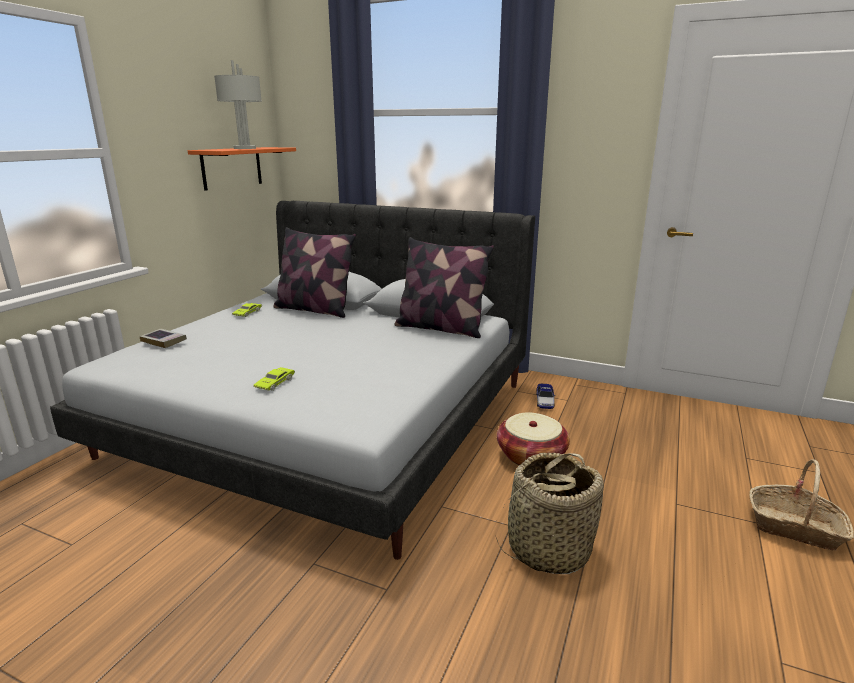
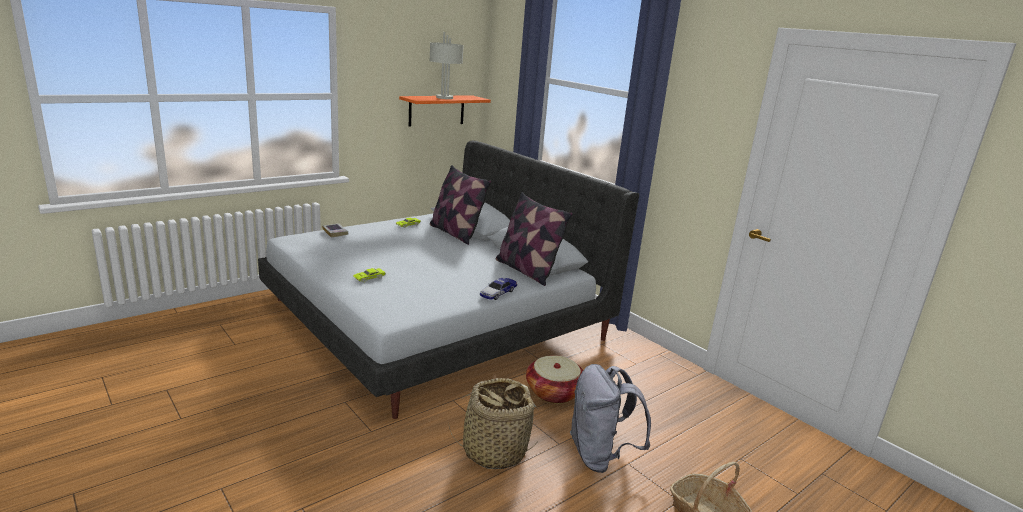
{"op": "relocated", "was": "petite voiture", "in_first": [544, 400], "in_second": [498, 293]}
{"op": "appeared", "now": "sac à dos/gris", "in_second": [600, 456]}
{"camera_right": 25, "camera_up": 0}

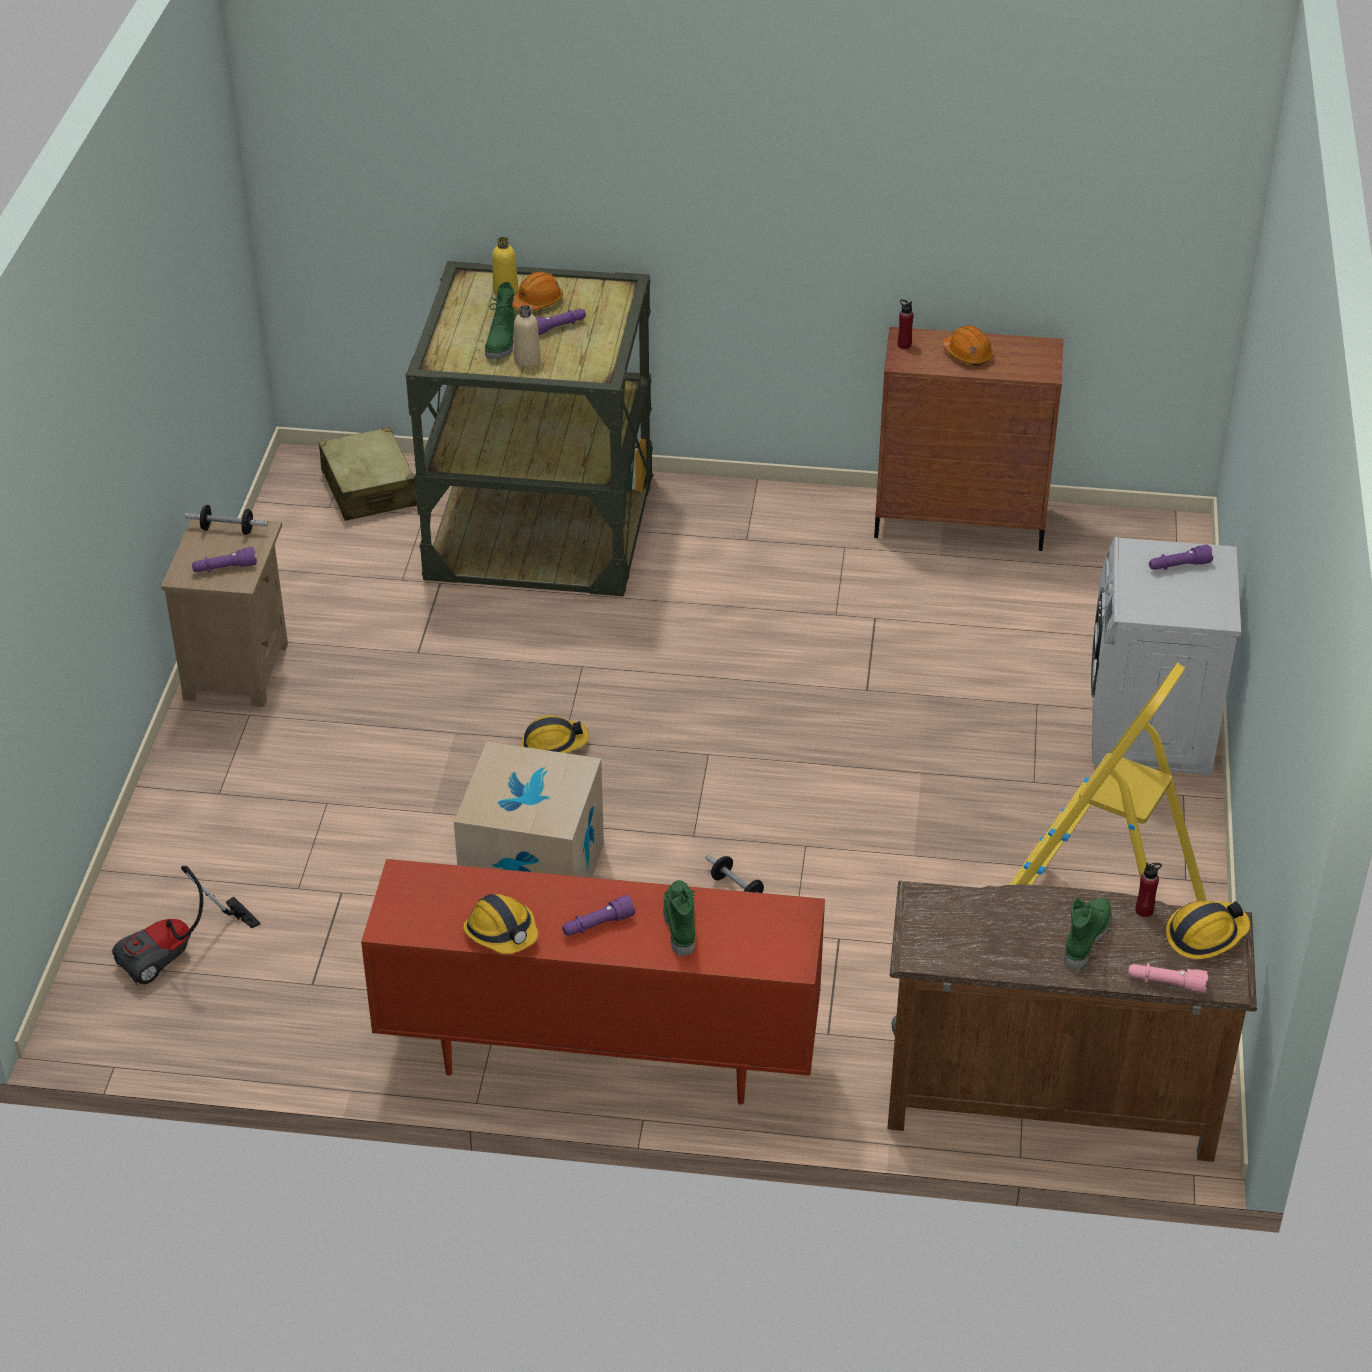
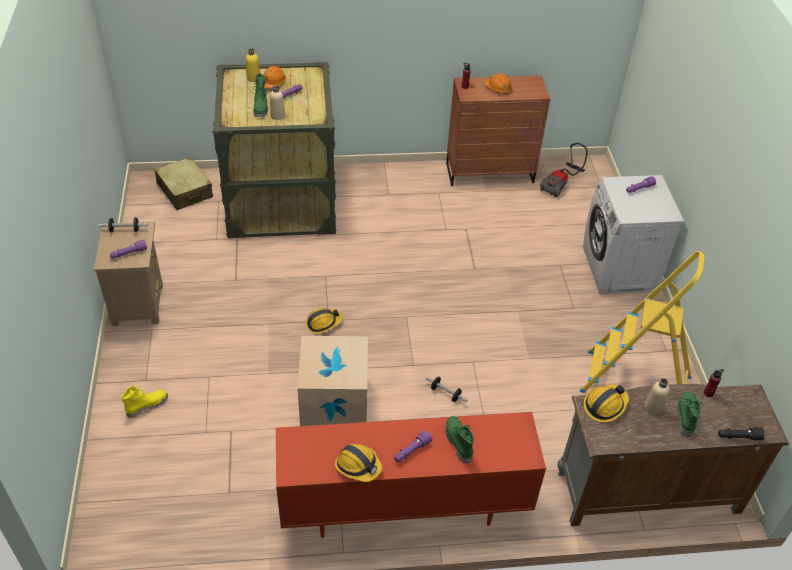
{"op": "relocated", "was": "aspirateur", "in_first": [178, 953], "in_second": [561, 184]}
{"op": "colour", "was": "lampe de poche/rose", "now": "lampe de poche/noir", "in_first": [1166, 983], "in_second": [738, 437]}
{"op": "relocated", "was": "casque de chantier", "in_first": [1205, 935], "in_second": [605, 405]}
{"op": "appeared", "now": "botte/jaune", "in_second": [147, 405]}
{"op": "appeared", "now": "bouteille/beige", "in_second": [653, 407]}
{"camera_right": -15, "camera_up": 5}

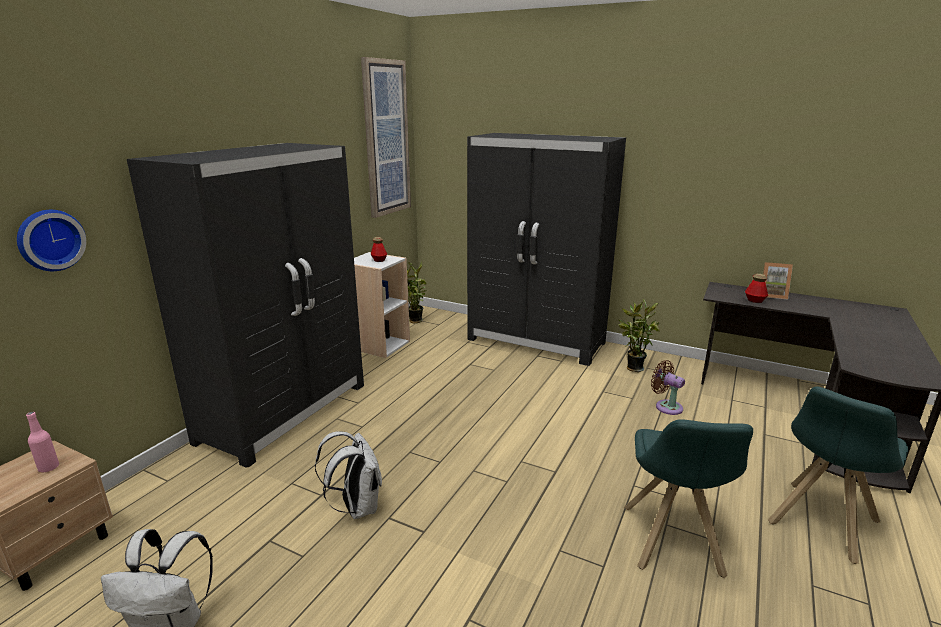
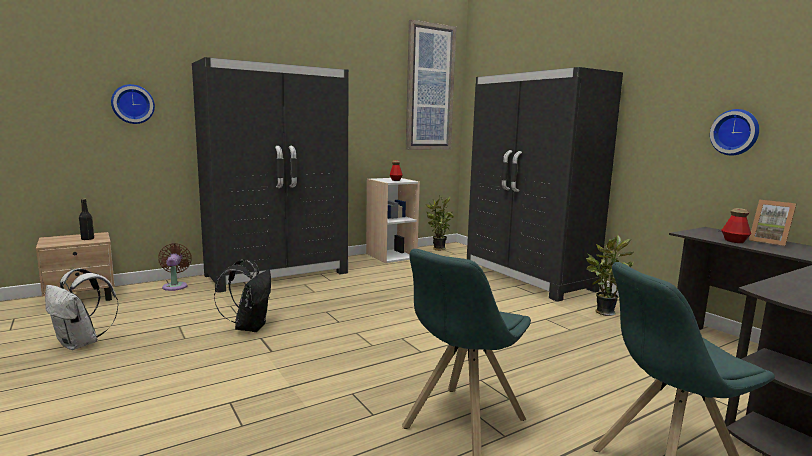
{"op": "colour", "was": "bouteille/rose", "now": "bouteille/noir", "in_first": [49, 467], "in_second": [87, 239]}
{"op": "colour", "was": "sac à dos/blanc", "now": "sac à dos/noir", "in_first": [356, 507], "in_second": [249, 327]}
{"op": "relocated", "was": "ventilateur/marron", "in_first": [666, 406], "in_second": [175, 286]}
{"op": "appeared", "now": "horloge murale", "in_second": [735, 132]}
{"camera_right": 30, "camera_up": -10}

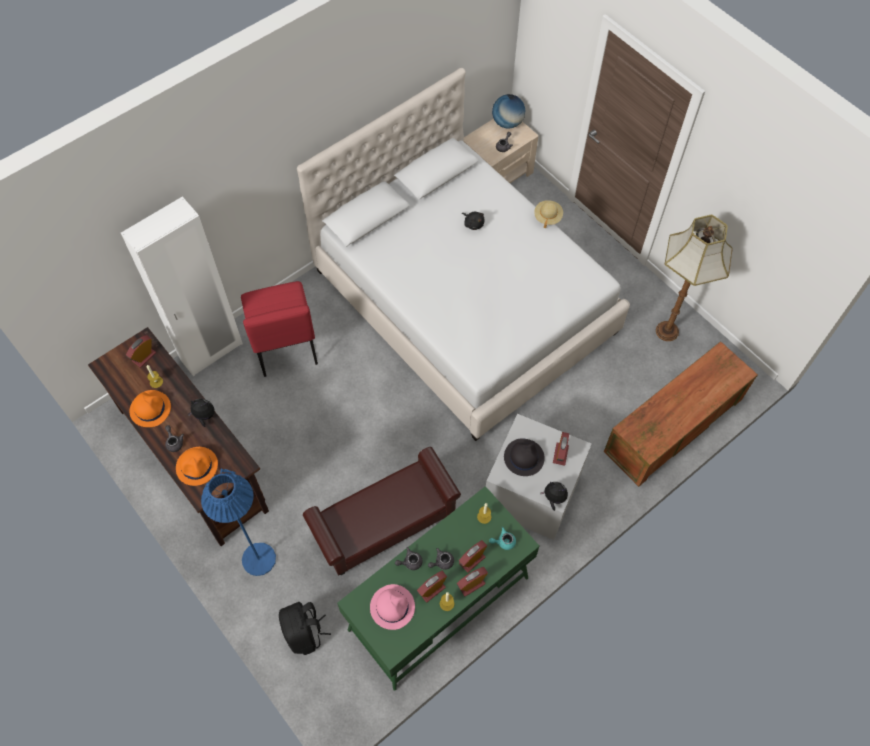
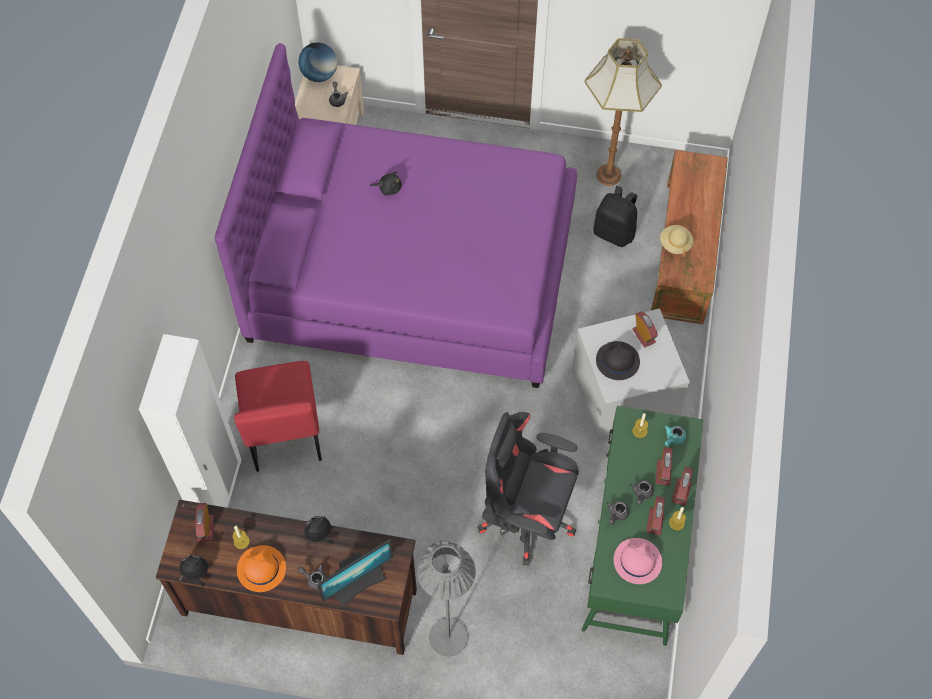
{"op": "exchanged", "was": "chapeau/orange", "now": "écran d'ordinateur", "in_first": [197, 466], "in_second": [358, 582]}
{"op": "colour", "was": "lampadaire/bleu", "now": "lampadaire/gris", "in_first": [259, 559], "in_second": [448, 637]}
{"op": "spun", "was": "chaise/rouge", "in_first": [284, 345], "in_second": [283, 433], "clockwise": 45}
{"op": "relocated", "was": "sac à dos/noir", "in_first": [305, 633], "in_second": [614, 232]}
{"op": "colour", "was": "lit/blanc", "now": "lit/violet", "in_first": [464, 300], "in_second": [412, 271]}
{"op": "exchanged", "was": "pouf/marron", "now": "chaise de bureau/noir", "in_first": [384, 523], "in_second": [527, 518]}
{"op": "relocated", "was": "chapeau/beige", "in_first": [547, 217], "in_second": [675, 244]}
{"op": "relocated", "was": "peluche", "in_first": [553, 498], "in_second": [196, 574]}
{"camera_right": -40, "camera_up": 0}

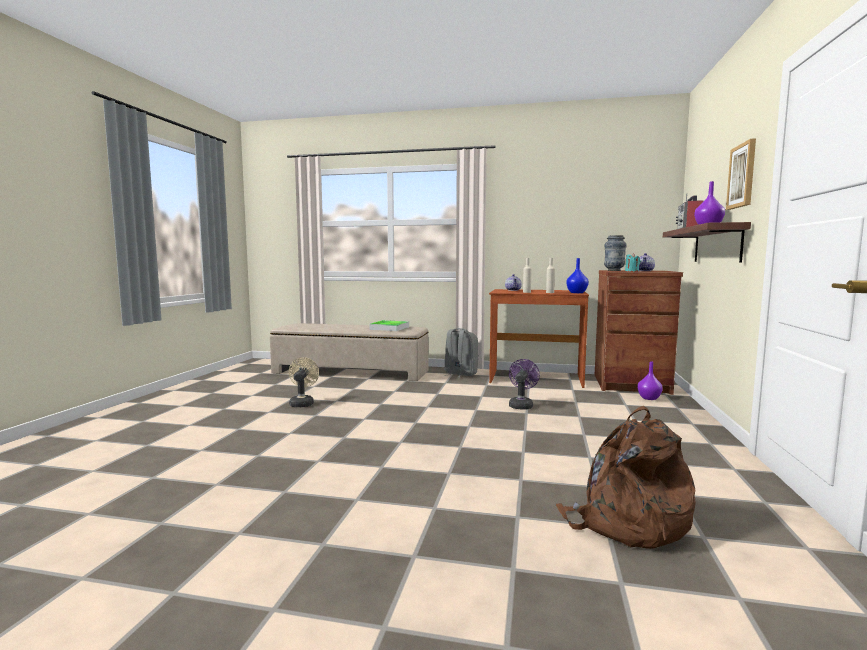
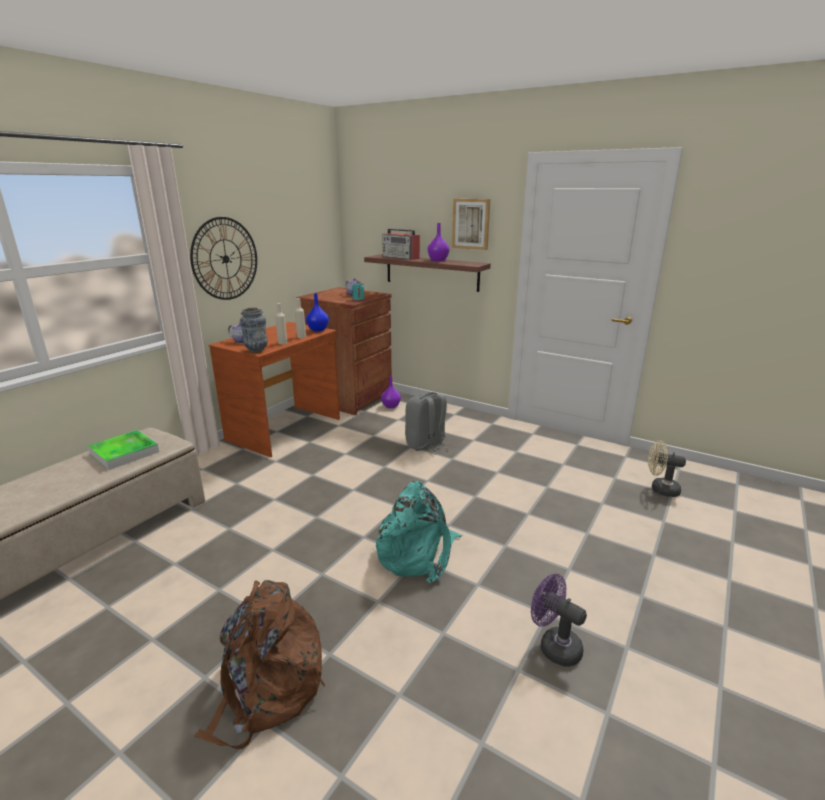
{"op": "relocated", "was": "ventilateur/beige", "in_first": [302, 403], "in_second": [660, 489]}
{"op": "relocated", "was": "sac à dos/gris", "in_first": [460, 374], "in_second": [426, 445]}
{"op": "relocated", "was": "ventilateur/violet", "in_first": [521, 405], "in_second": [554, 645]}
{"op": "relocated", "was": "sac à dos/marron", "in_first": [626, 522], "in_second": [267, 688]}
{"op": "relocated", "was": "vase", "in_first": [614, 270], "in_second": [256, 350]}
{"op": "appeared", "now": "horloge murale", "in_second": [225, 259]}
{"op": "appeared", "now": "sac à dos/turquoise", "in_second": [418, 553]}
{"camera_right": -70, "camera_up": 15}

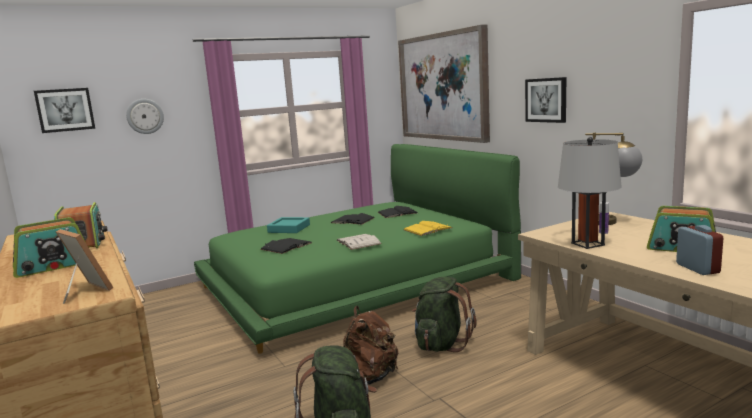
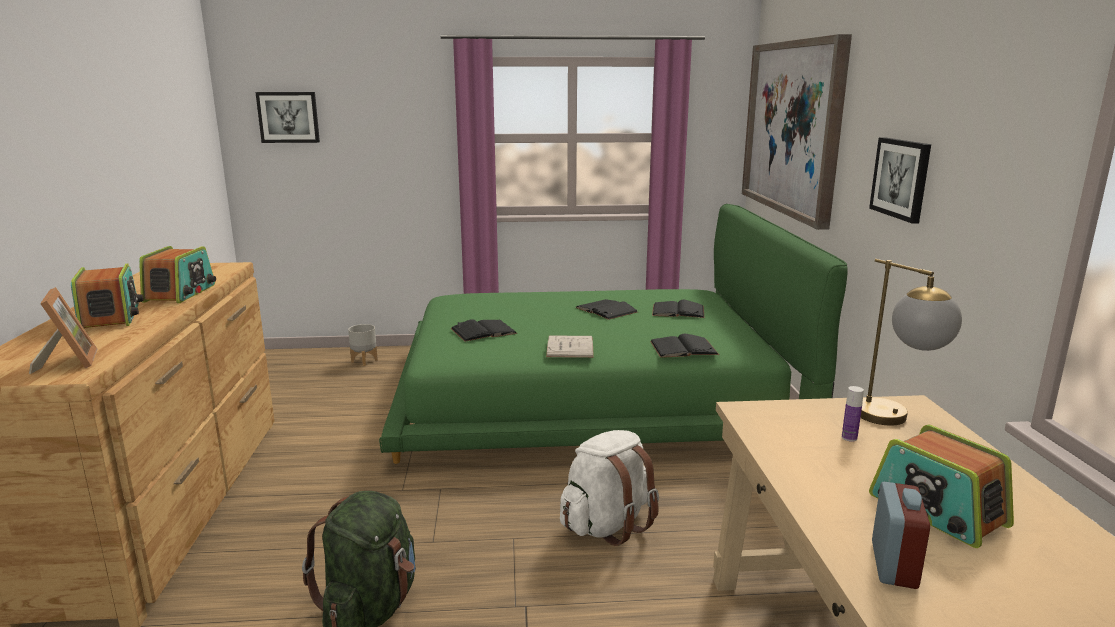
{"op": "spun", "was": "radio", "in_first": [54, 265], "in_second": [111, 317], "clockwise": -105}
{"op": "missing", "was": "horloge murale", "in_first": [145, 116]}
{"op": "missing", "was": "plateau/turquoise", "in_first": [289, 228]}
{"op": "missing", "was": "sac à dos/marron", "in_first": [369, 378]}
{"op": "colour", "was": "livre/jaune", "now": "livre/noir", "in_first": [427, 229], "in_second": [683, 348]}
{"op": "colour", "was": "sac à dos/vert", "now": "sac à dos/blanc", "in_first": [441, 344], "in_second": [607, 525]}
{"op": "missing", "was": "lampe de table/gris", "in_first": [587, 244]}
{"op": "appeared", "now": "cache-pot/gris", "in_second": [364, 361]}
{"camera_right": 25, "camera_up": 5}

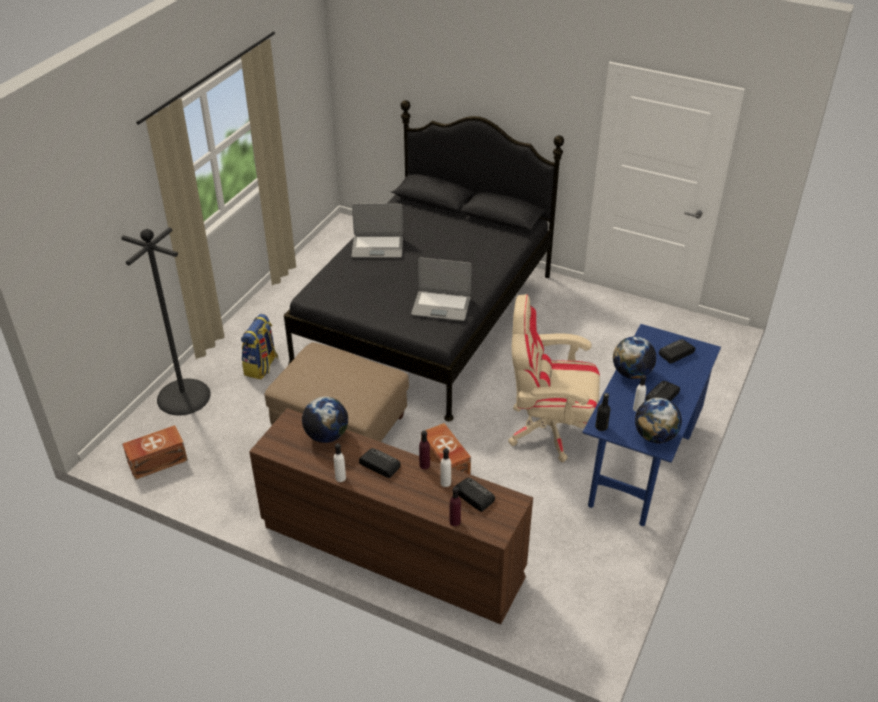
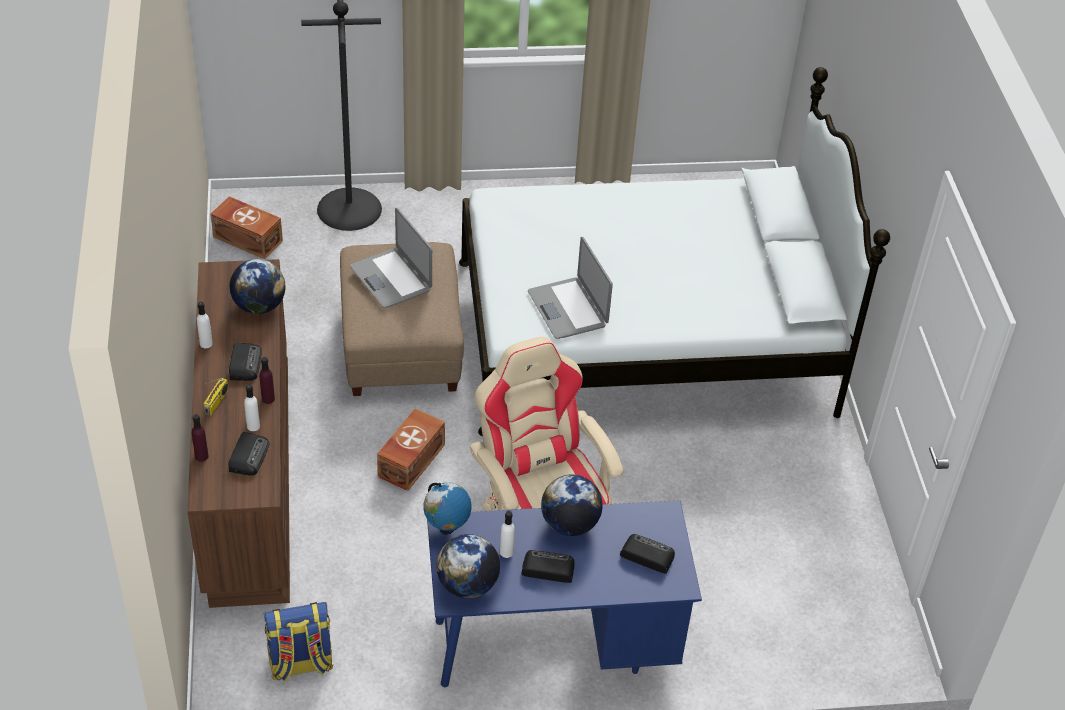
{"op": "relocated", "was": "sac à dos", "in_first": [261, 367], "in_second": [300, 664]}
{"op": "colour", "was": "lit/noir", "now": "lit/blanc", "in_first": [427, 318], "in_second": [644, 337]}
{"op": "relocated", "was": "ordinateur portable", "in_first": [377, 247], "in_second": [391, 278]}
{"op": "exchanged", "was": "bouteille/noir", "now": "globe", "in_first": [601, 427], "in_second": [446, 528]}
{"op": "appeared", "now": "radio", "in_second": [216, 402]}
{"camera_right": 55, "camera_up": 5}

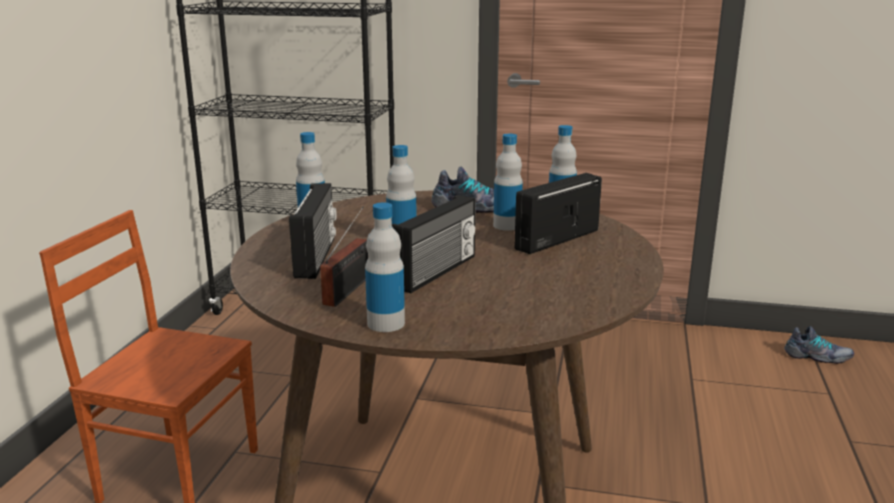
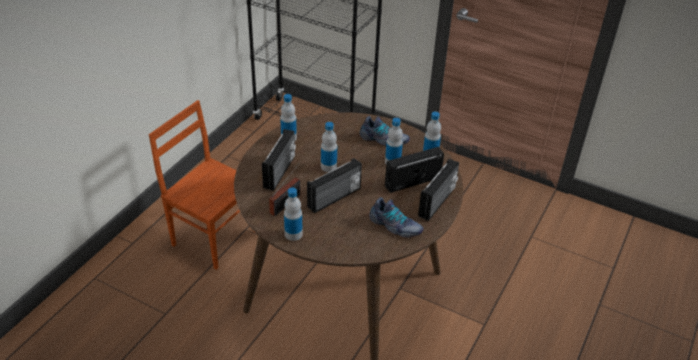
{"op": "relocated", "was": "chaussure", "in_first": [818, 357], "in_second": [395, 226]}
{"op": "appeared", "now": "radio", "in_second": [438, 202]}
{"camera_right": 15, "camera_up": 20}

